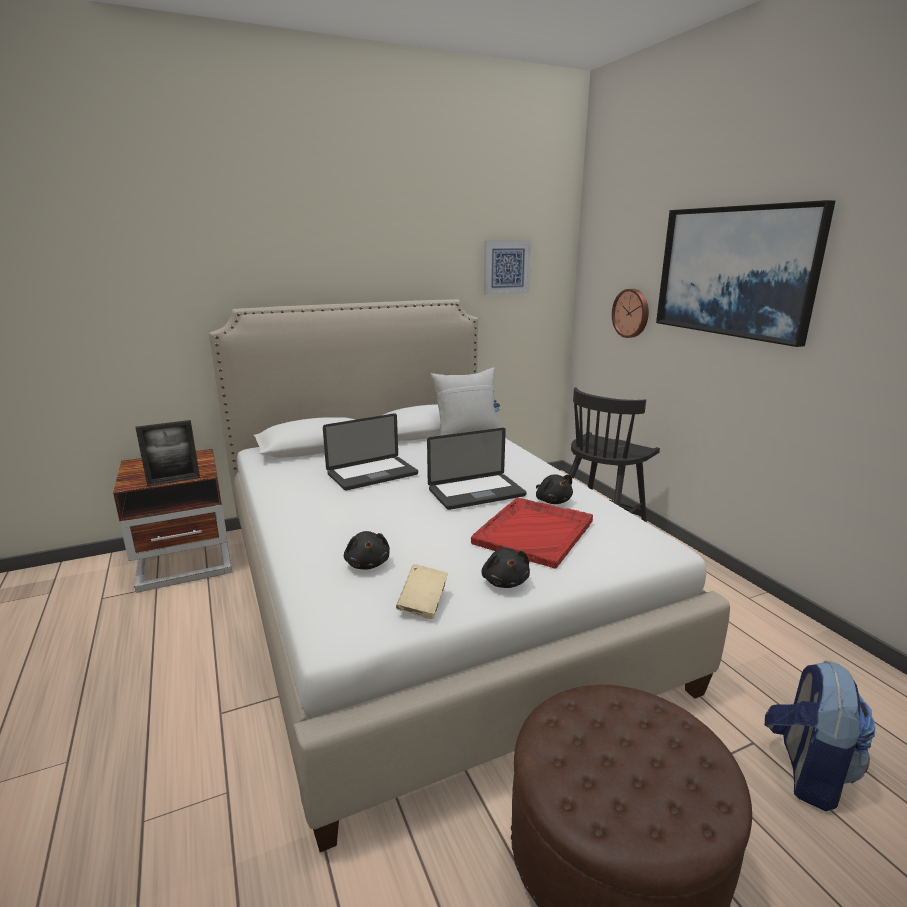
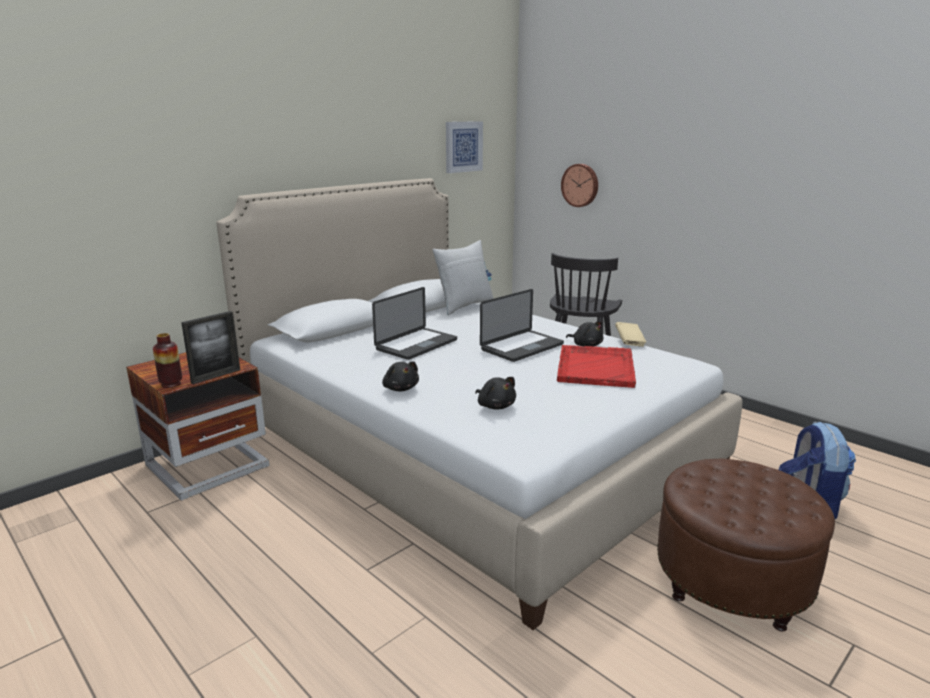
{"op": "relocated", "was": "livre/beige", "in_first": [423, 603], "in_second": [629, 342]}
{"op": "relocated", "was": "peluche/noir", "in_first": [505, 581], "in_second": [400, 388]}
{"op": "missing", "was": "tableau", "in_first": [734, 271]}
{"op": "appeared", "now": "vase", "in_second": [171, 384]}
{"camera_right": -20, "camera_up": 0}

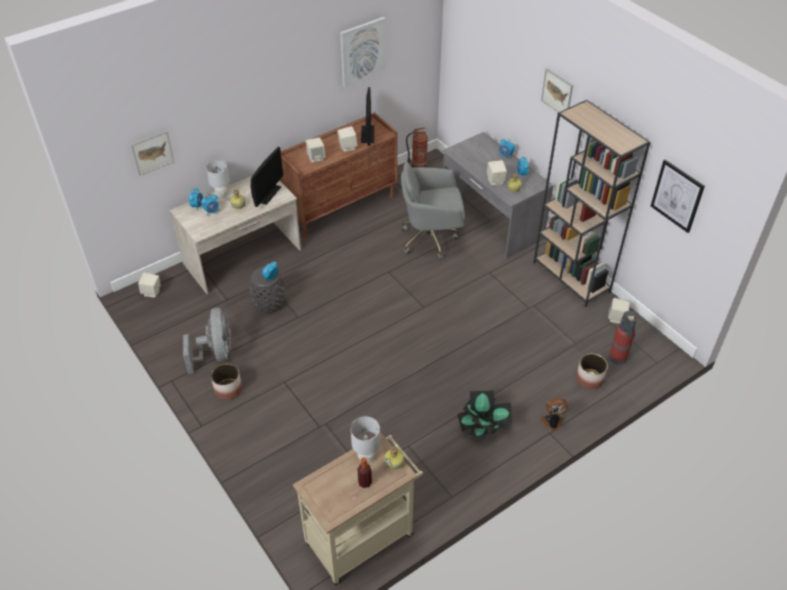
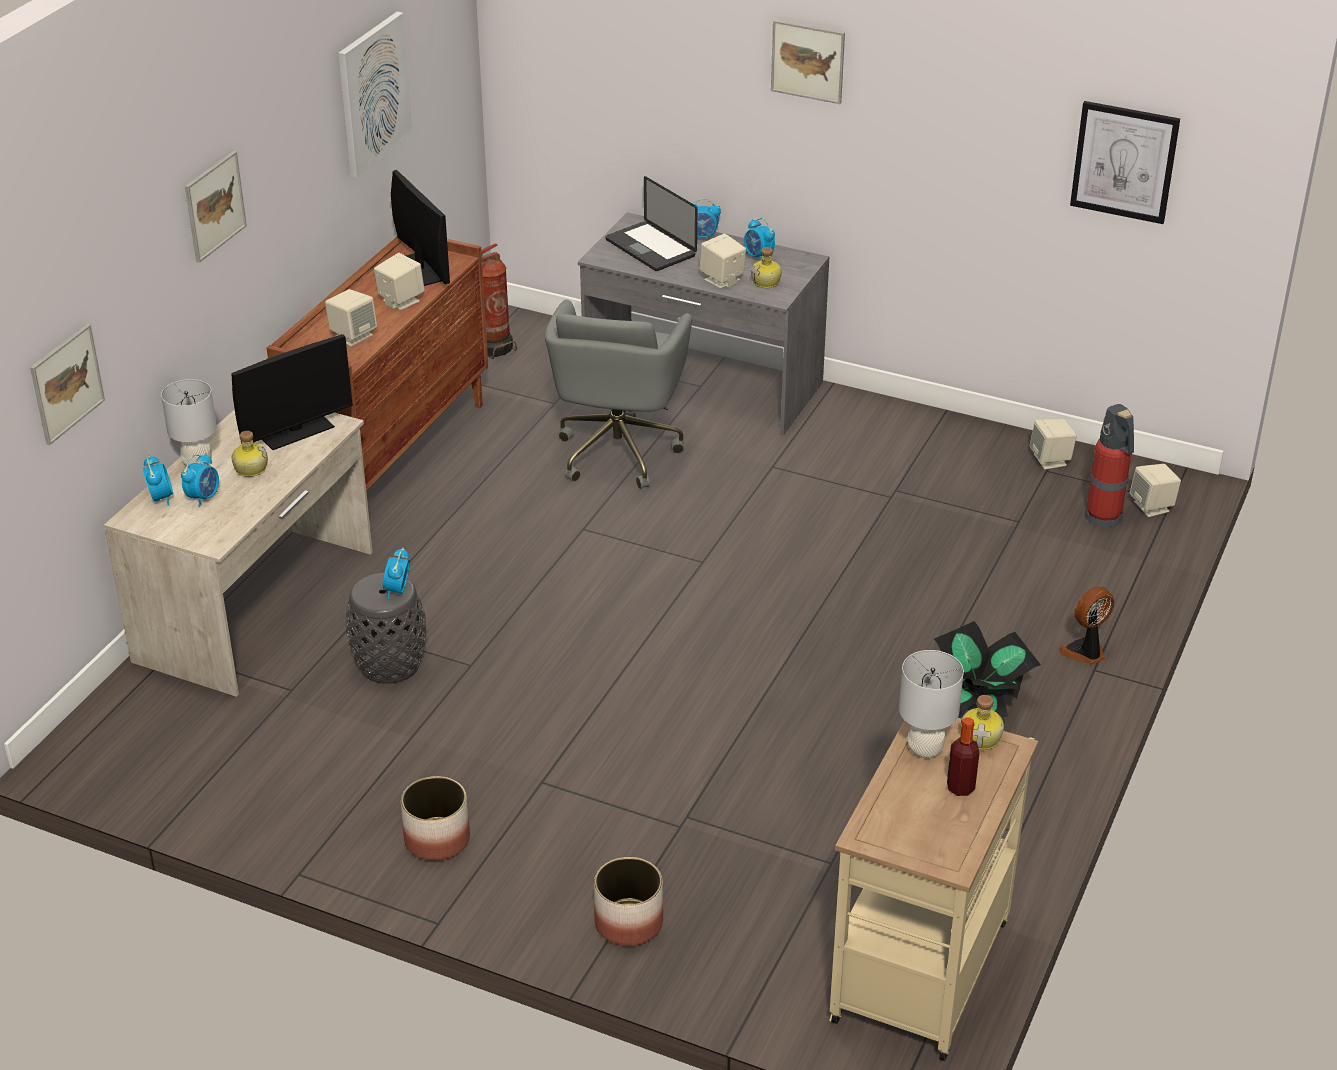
{"op": "relocated", "was": "enceinte/beige", "in_first": [152, 292], "in_second": [1152, 507]}
{"op": "missing", "was": "ventilateur/gris", "in_first": [216, 354]}
{"op": "spun", "was": "écran d'ordinateur", "in_first": [268, 194], "in_second": [296, 431], "clockwise": 60}
{"op": "spun", "was": "chaise de bureau/gris", "in_first": [431, 240], "in_second": [618, 451], "clockwise": -45}
{"op": "missing", "was": "bibliothèque", "in_first": [572, 277]}
{"op": "relocated", "was": "cache-pot", "in_first": [589, 379], "in_second": [628, 923]}
{"op": "appeared", "now": "tableau", "in_second": [214, 206]}
{"op": "appeared", "now": "ordinateur portable", "in_second": [650, 248]}
{"camera_right": -30, "camera_up": -10}

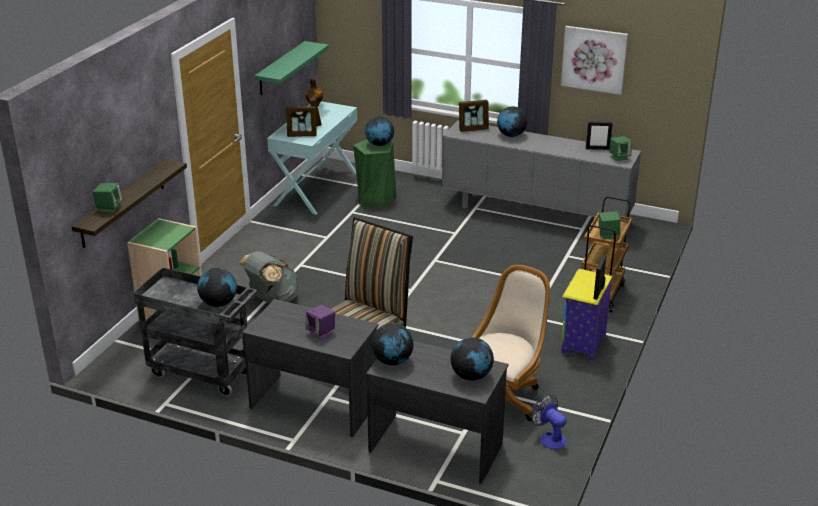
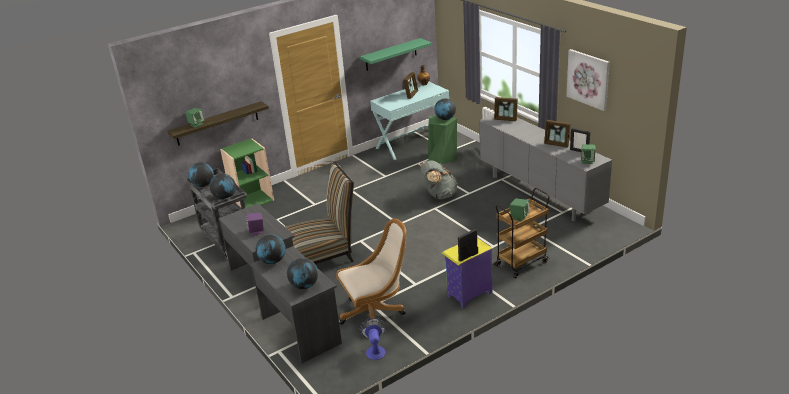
{"op": "relocated", "was": "sac à dos/gris", "in_first": [272, 300], "in_second": [439, 195]}
{"op": "relocated", "was": "cadre photo", "in_first": [302, 135], "in_second": [557, 144]}
{"op": "relocated", "was": "globe", "in_first": [511, 135], "in_second": [203, 185]}
{"camera_right": 35, "camera_up": 0}

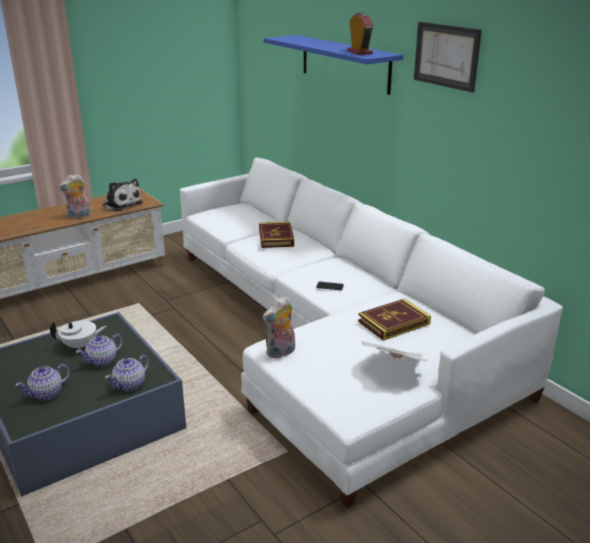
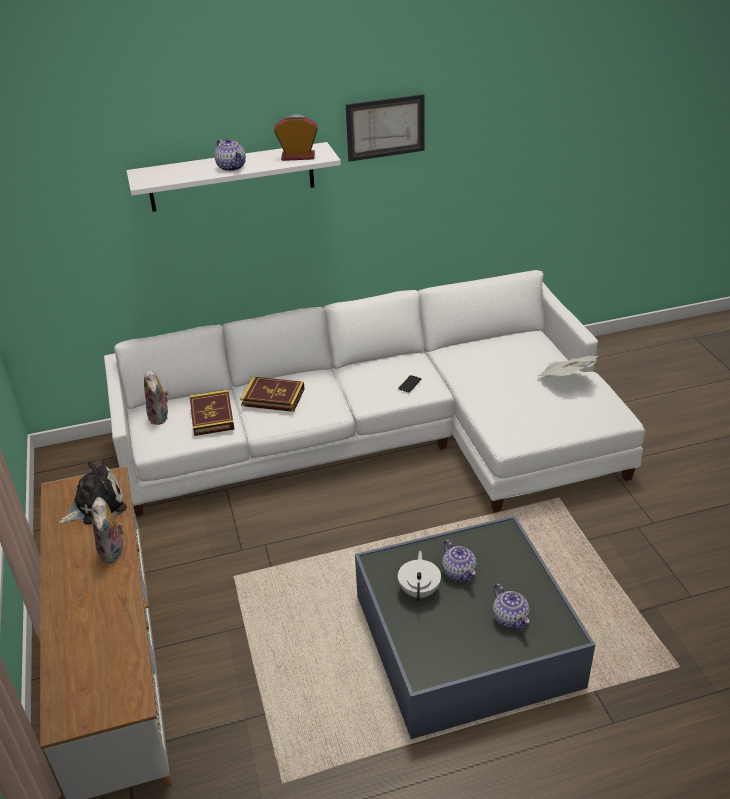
{"op": "relocated", "was": "théière", "in_first": [130, 385], "in_second": [231, 167]}
{"op": "relocated", "was": "peluche", "in_first": [281, 353], "in_second": [160, 417]}
{"op": "colour", "was": "étagère/bleu", "now": "étagère/blanc", "in_first": [344, 63], "in_second": [232, 177]}
{"op": "relocated", "was": "livre", "in_first": [394, 323], "in_second": [212, 416]}
{"camera_right": -70, "camera_up": 10}

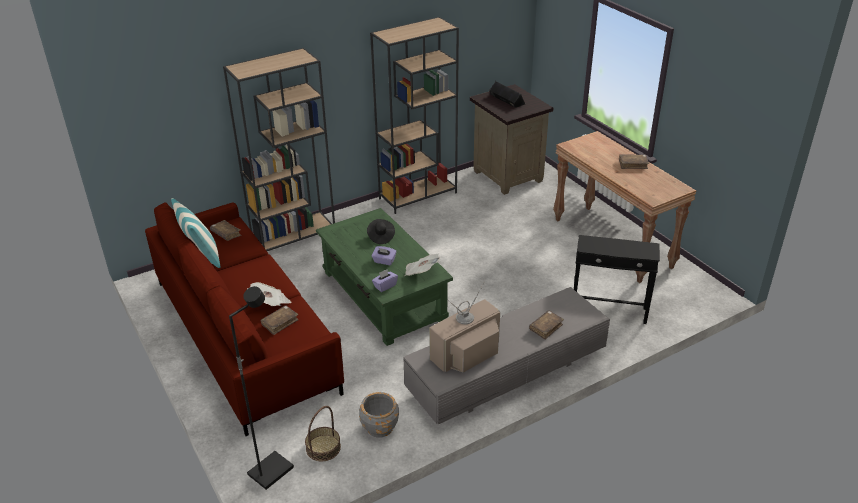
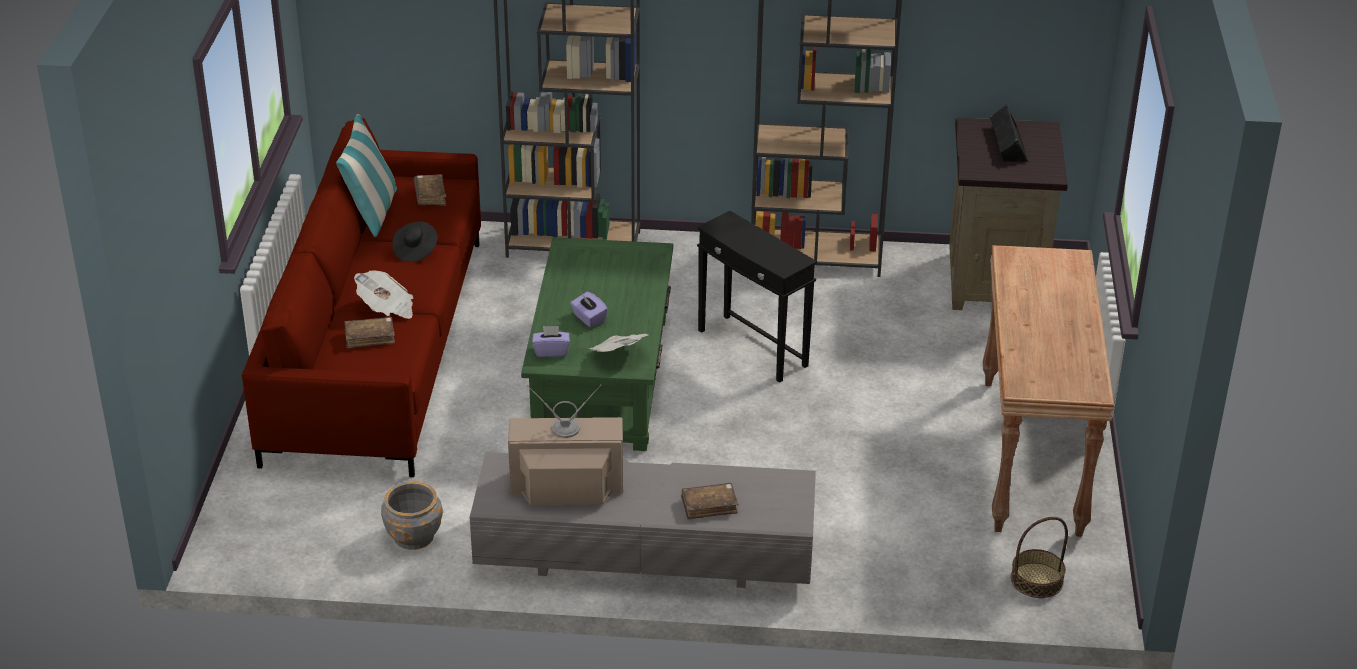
{"op": "missing", "was": "lampadaire/noir", "in_first": [270, 470]}
{"op": "relocated", "was": "panier", "in_first": [323, 448], "in_second": [1036, 580]}
{"op": "relocated", "was": "chapeau/noir", "in_first": [380, 237], "in_second": [415, 251]}
{"op": "relocated", "was": "table d'appoint/noir", "in_first": [609, 311], "in_second": [752, 348]}
{"op": "missing", "was": "livre/marron", "in_first": [633, 164]}
{"camera_right": 35, "camera_up": 0}

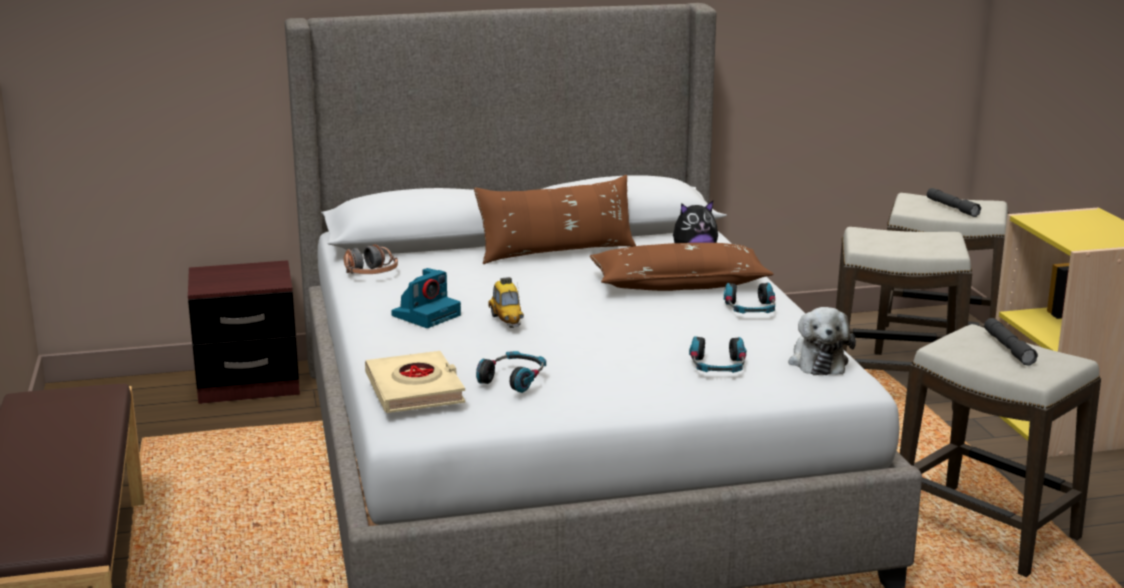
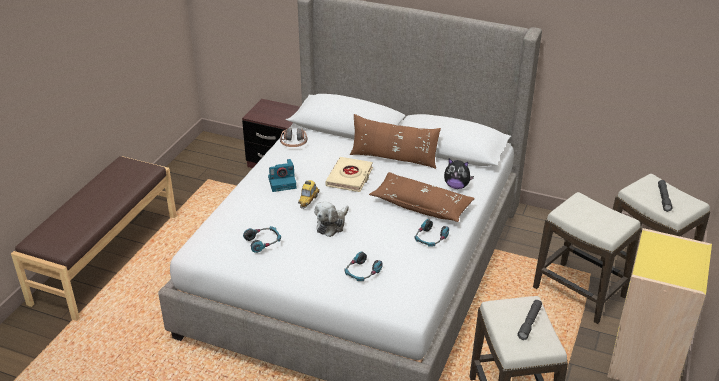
{"op": "relocated", "was": "livre/beige", "in_first": [415, 390], "in_second": [350, 177]}
{"op": "relocated", "was": "peluche", "in_first": [817, 361], "in_second": [332, 225]}
{"camera_right": 35, "camera_up": 15}

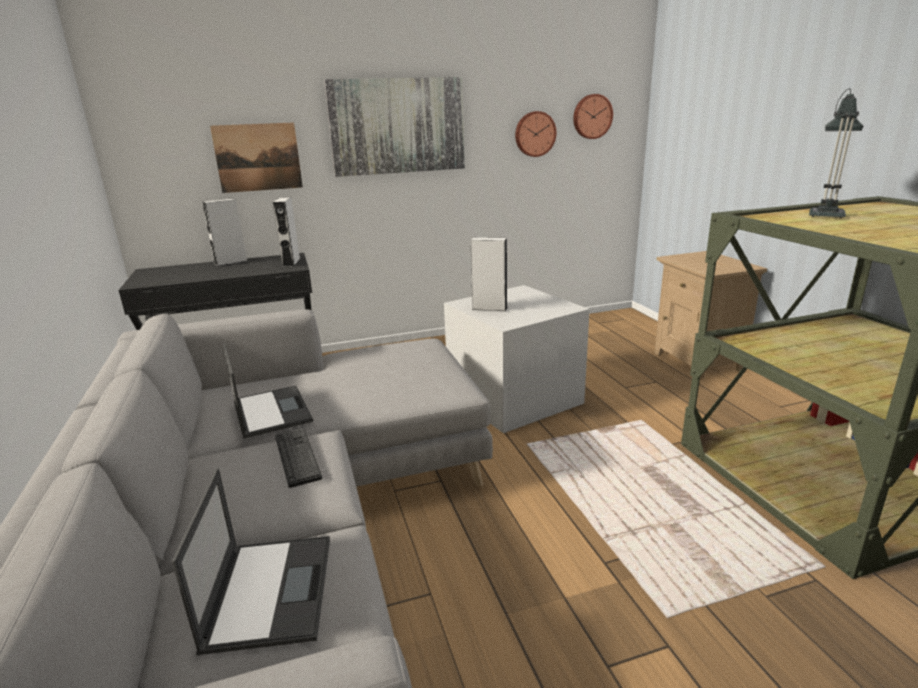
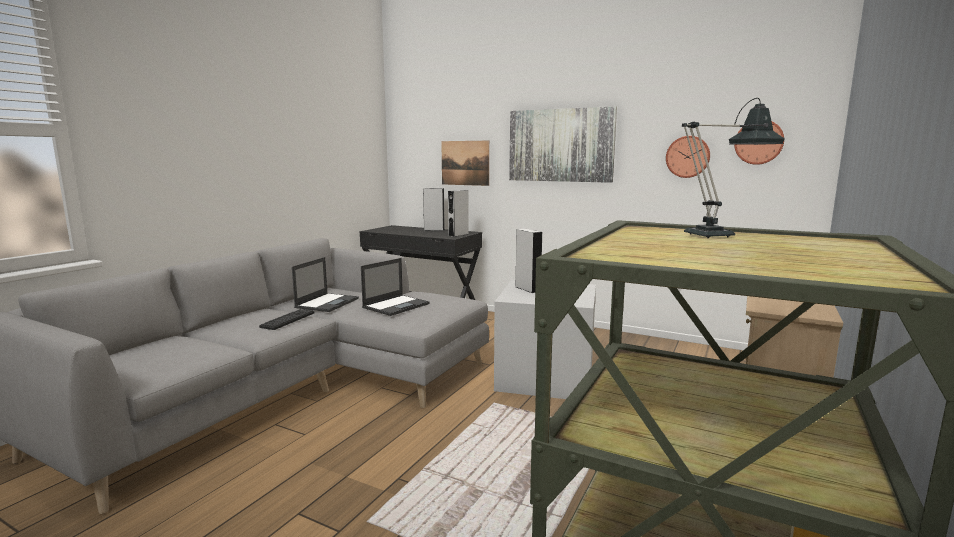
{"op": "relocated", "was": "ordinateur portable", "in_first": [270, 590], "in_second": [396, 305]}
{"camera_right": 45, "camera_up": -10}

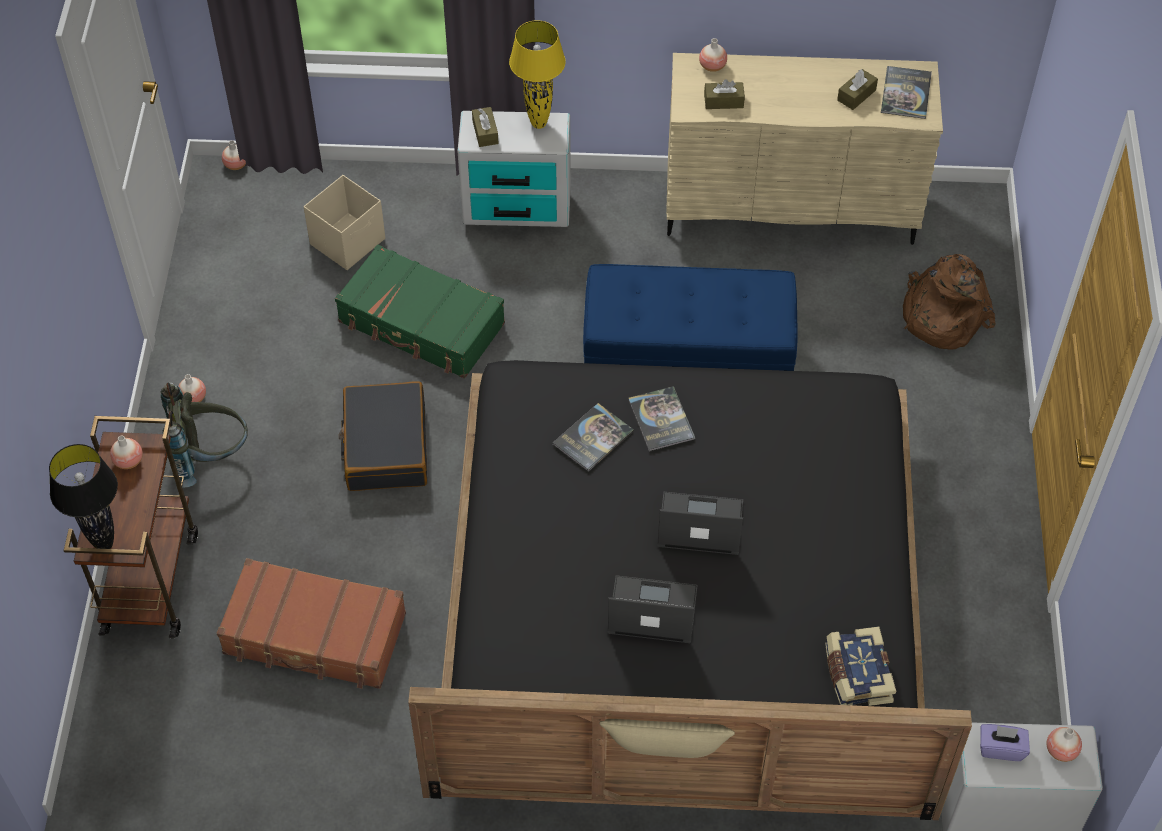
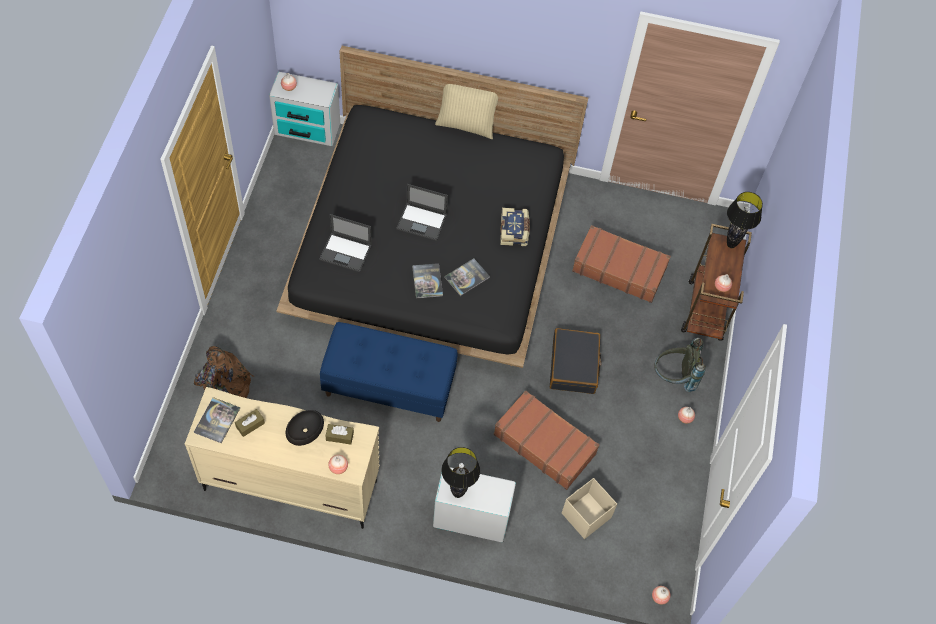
{"op": "colour", "was": "valise/vert", "now": "valise/marron", "in_first": [421, 324], "in_second": [544, 444]}
{"op": "missing", "was": "boîte à mouchoirs/marron", "in_first": [485, 132]}
{"op": "colour", "was": "lampe de table/jaune", "now": "lampe de table/noir", "in_first": [538, 123], "in_second": [458, 493]}
{"op": "relocated", "was": "ordinateur portable", "in_first": [651, 610], "in_second": [346, 252]}
{"op": "relocated", "was": "livre", "in_first": [856, 675], "in_second": [514, 231]}
{"op": "missing", "was": "boîte à mouchoirs/violet", "in_first": [1001, 748]}
{"op": "appeared", "now": "bol/noir", "in_second": [305, 431]}
{"camera_right": -175, "camera_up": 5}

